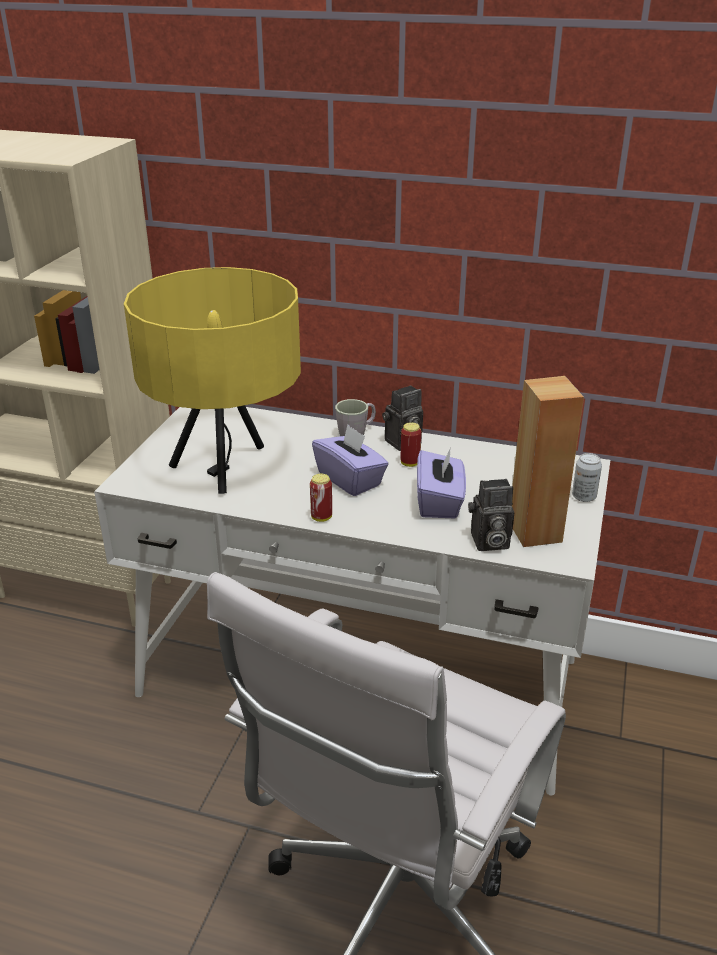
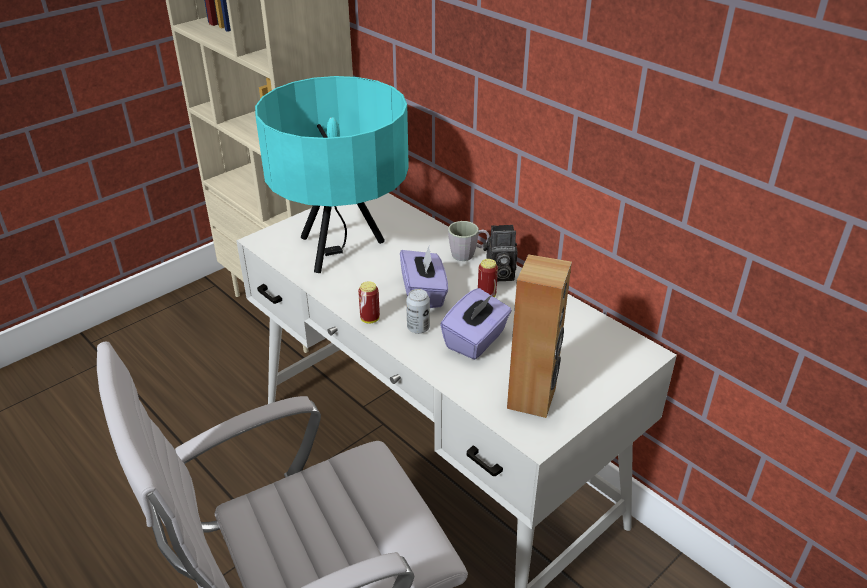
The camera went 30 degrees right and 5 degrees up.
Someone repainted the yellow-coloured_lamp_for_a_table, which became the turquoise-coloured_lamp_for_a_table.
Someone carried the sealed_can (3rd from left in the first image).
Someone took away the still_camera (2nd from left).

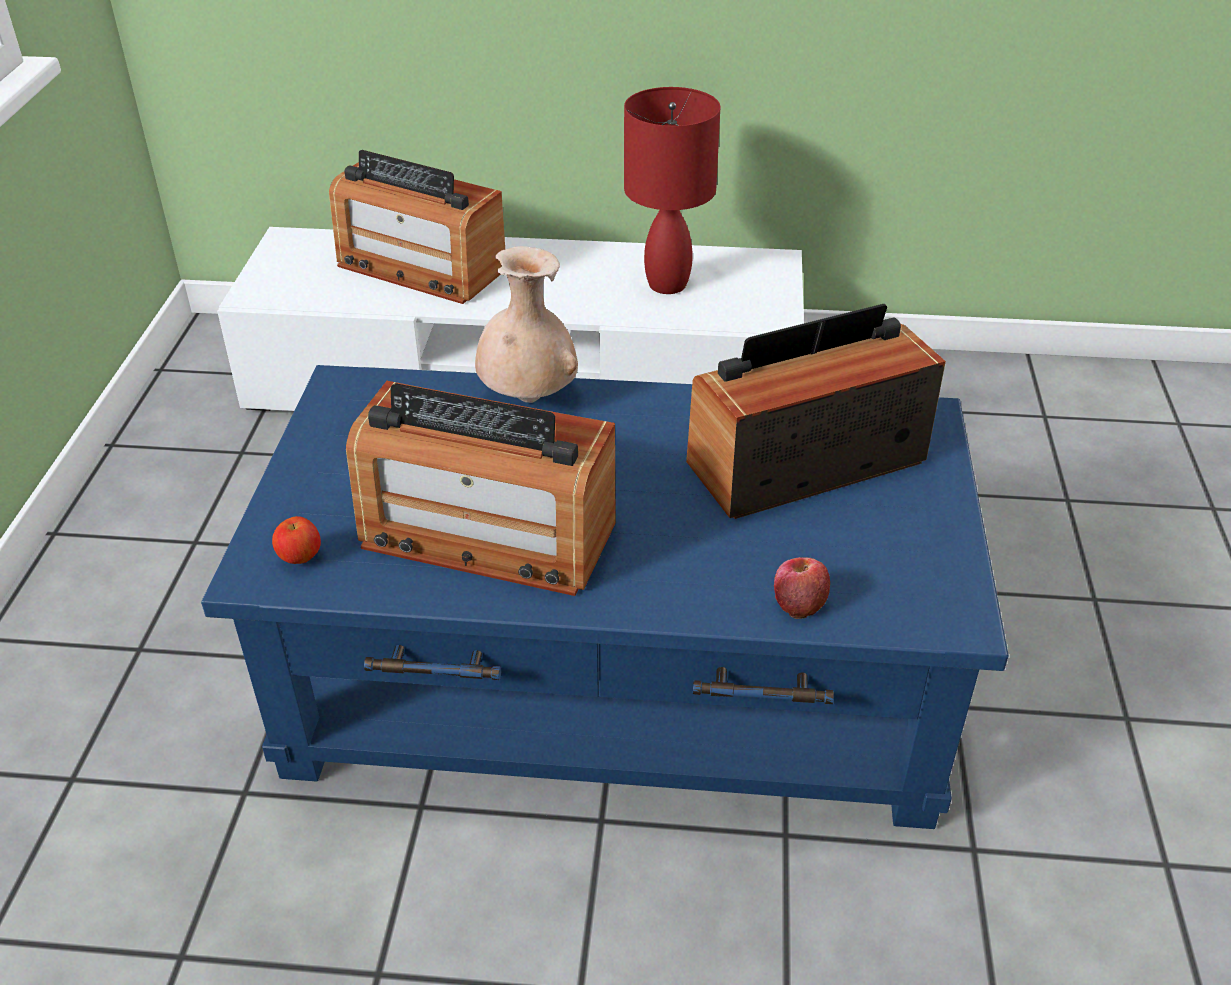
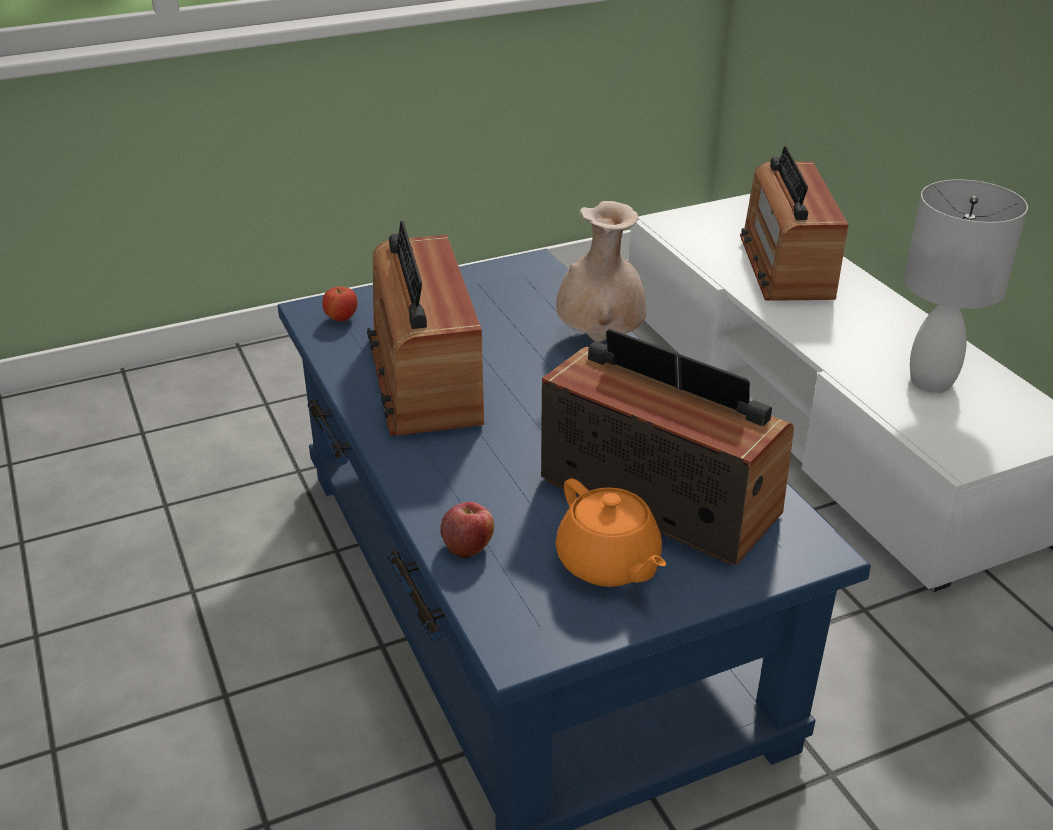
The camera went 60 degrees right and 5 degrees down.
Someone repainted the red-coloured_lamp_for_a_table, which became the white_lamp_for_a_table.
Someone put down the orange_pot_for_tea.

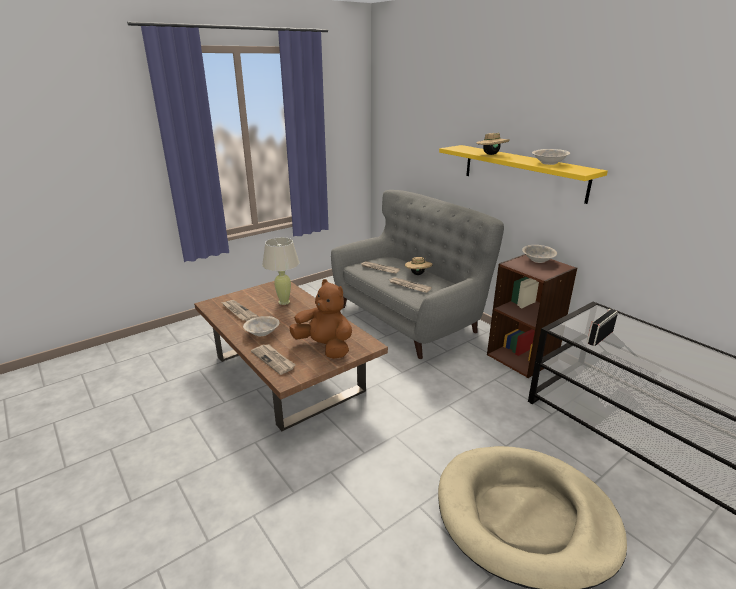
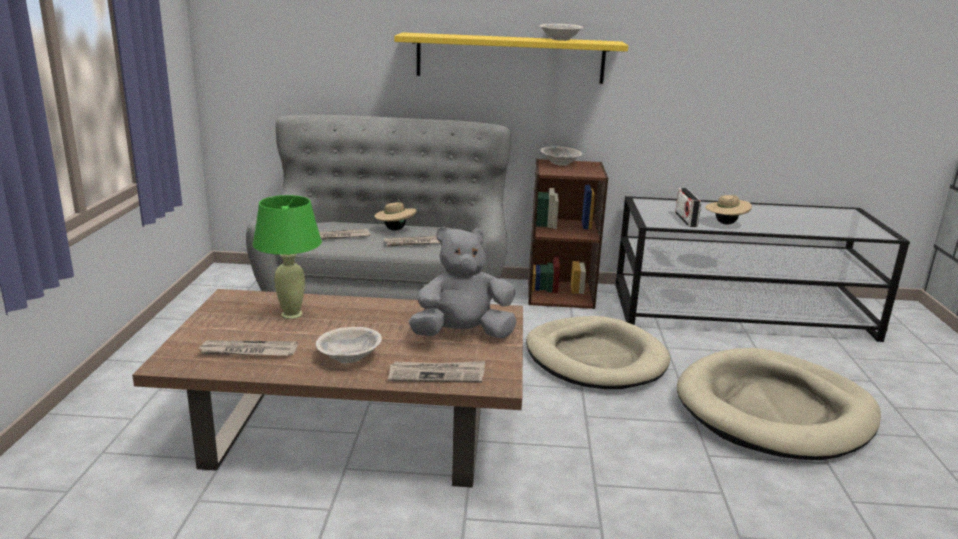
The camera went 50 degrees left and 5 degrees down.
Someone carried the beige_hat (2nd from left).
Someone repainted the beige_lamp_for_a_table, which became the greenish_lamp_for_a_table.
Someone repainted the brownish_plush_toy, which became the gray_plush_toy.
Someone put down the beige_dog_bed (1st from left).

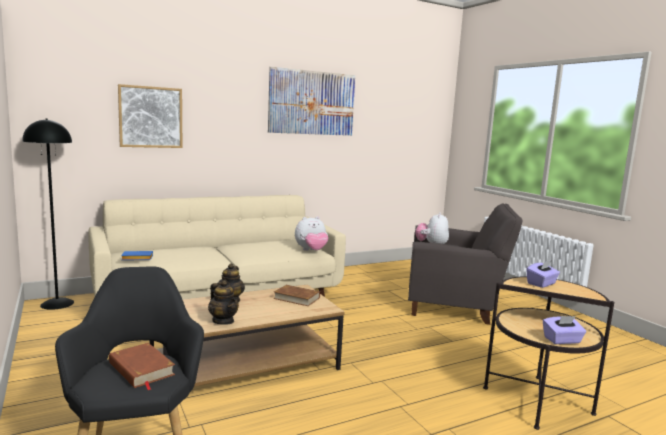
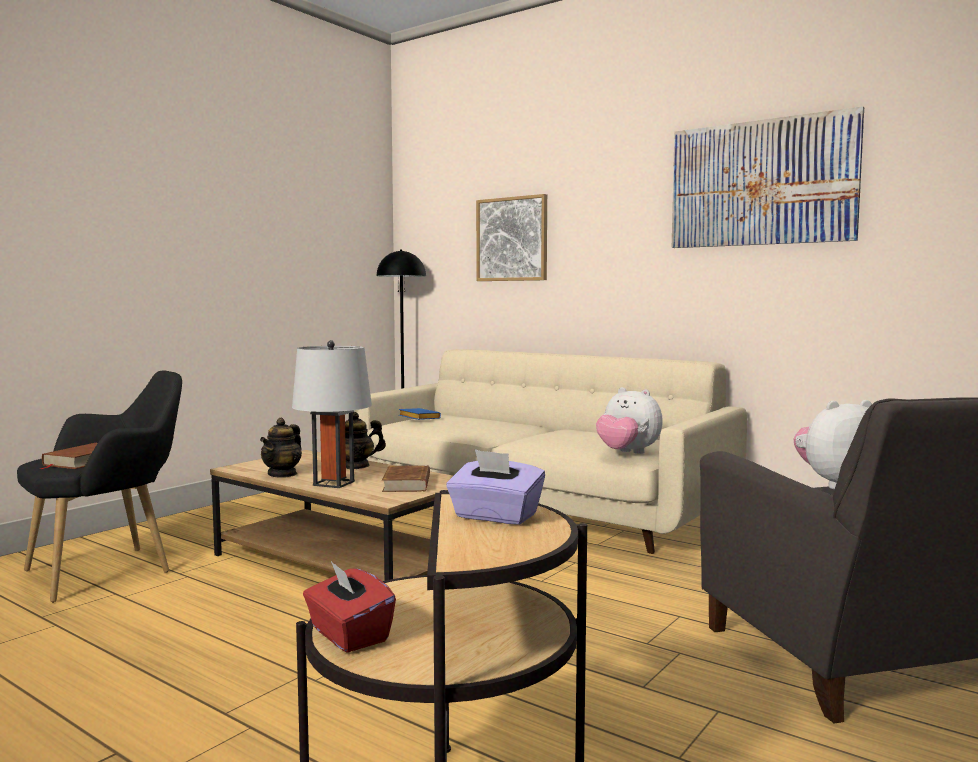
The camera went 65 degrees right and 5 degrees down.
Someone repainted the purple-coloured_tissue_holder (2nd from left), which became the red-coloured_tissue_holder.
Someone put down the gray_lamp_for_a_table.

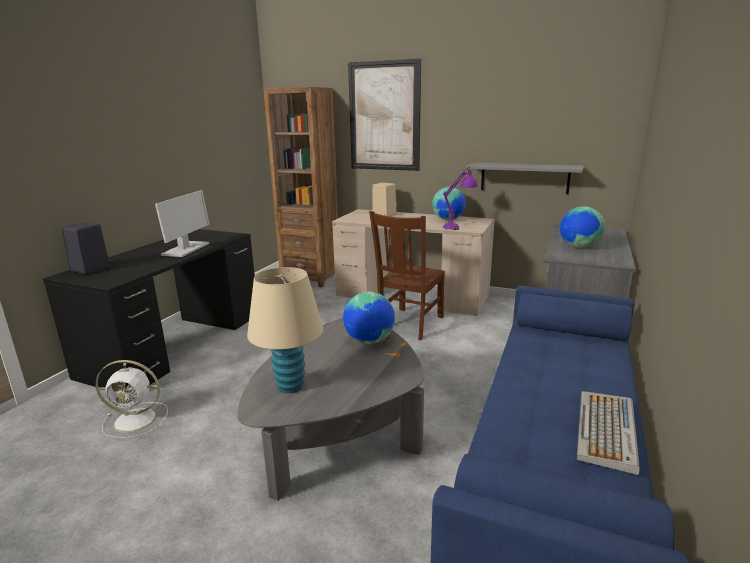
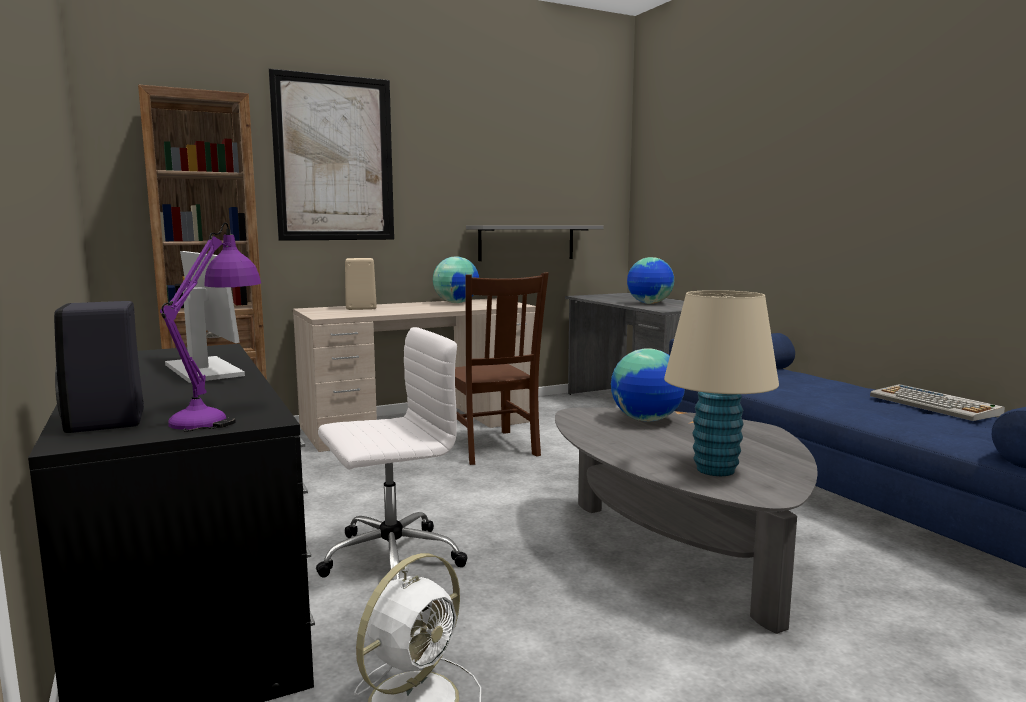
The camera went 50 degrees left and 10 degrees down.
Someone carried the purple-coloured_lamp_for_a_table.
Someone put down the white_computer_chair.

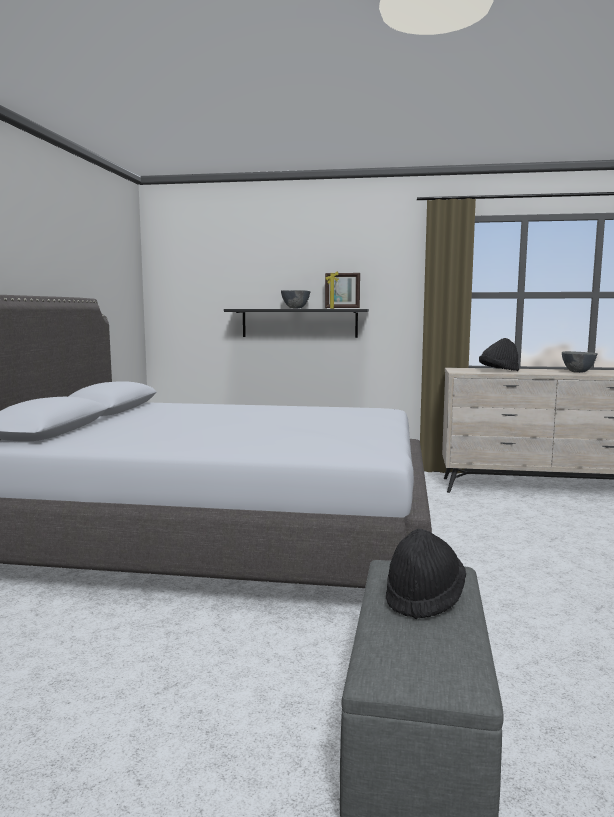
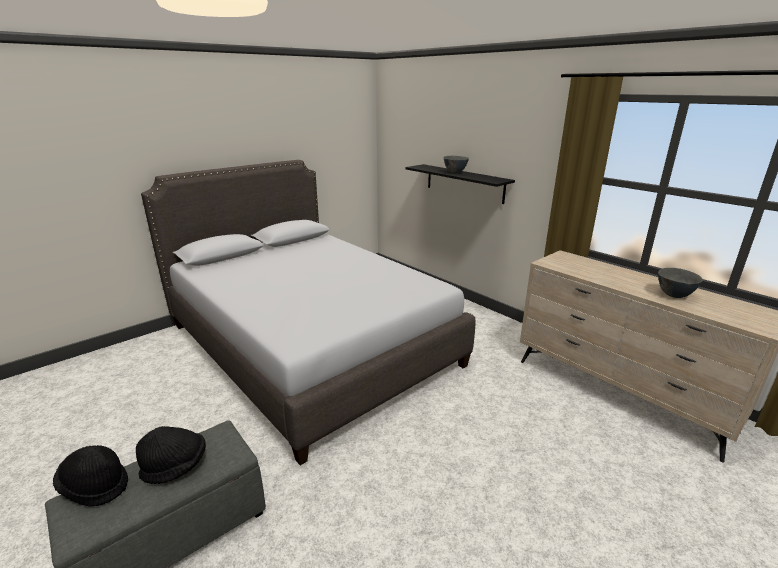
The camera went 40 degrees right and 15 degrees up.
Someone took away the standing_frame.
Someone carried the blackish_hat (2nd from left in the first image).

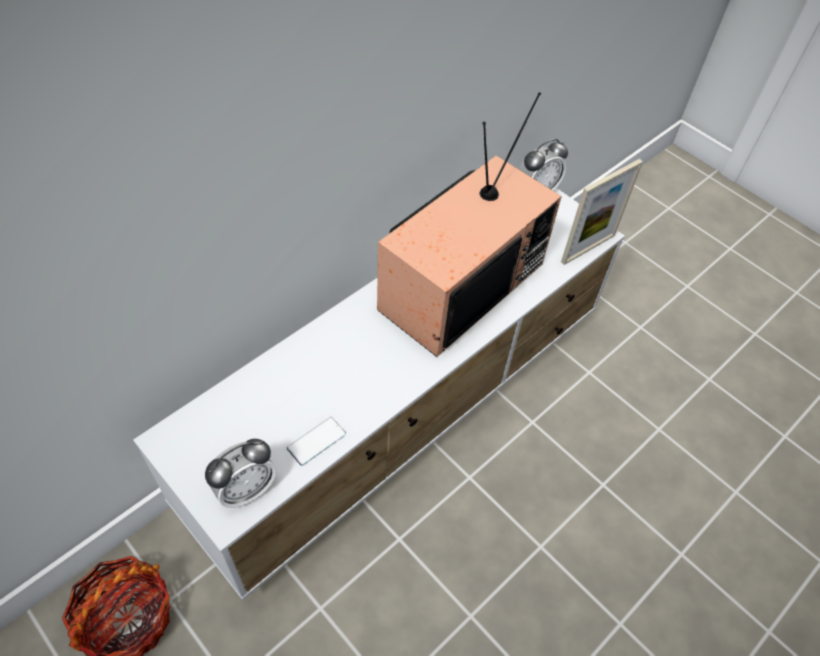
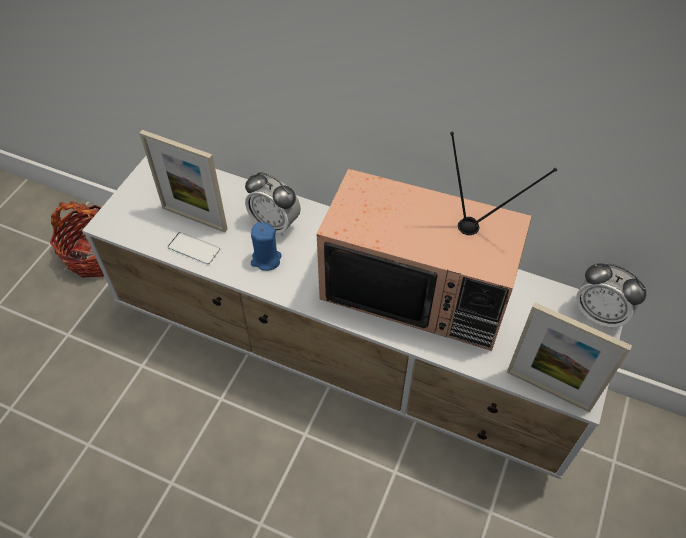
The camera went 70 degrees right and 0 degrees up.
Someone carried the table_clock (1st from left).
Someone put down the standing_frame (1st from left).
Someone put down the blue_candle.

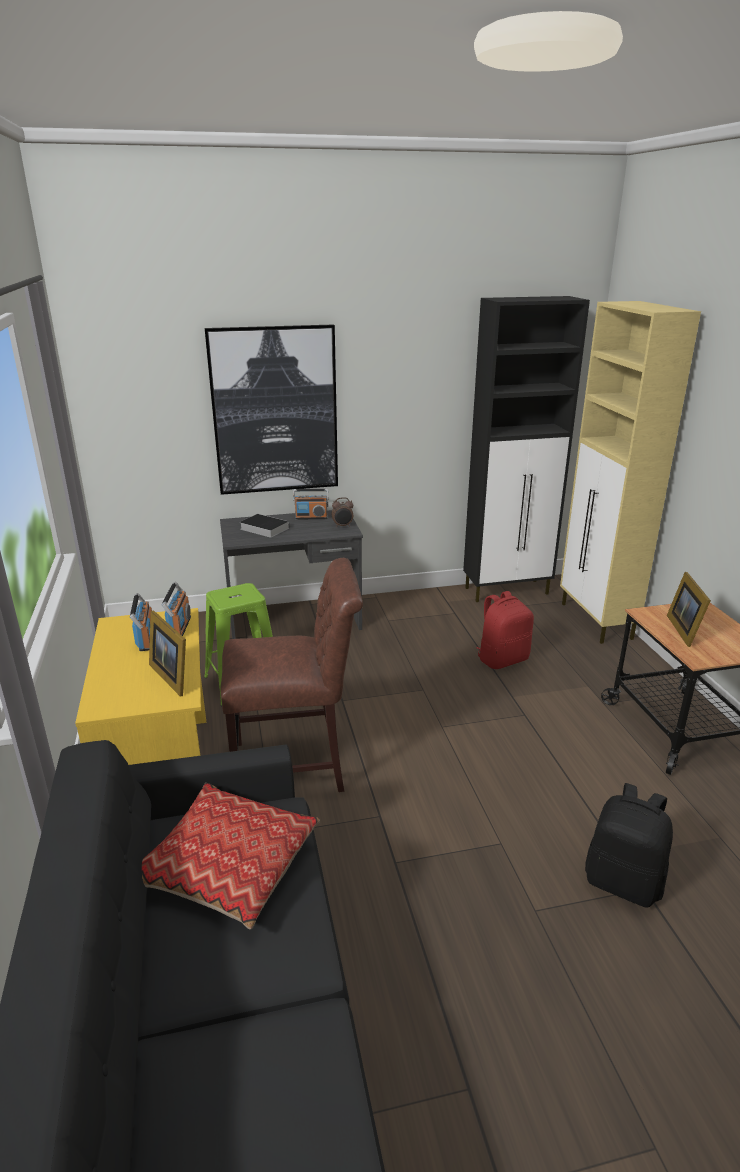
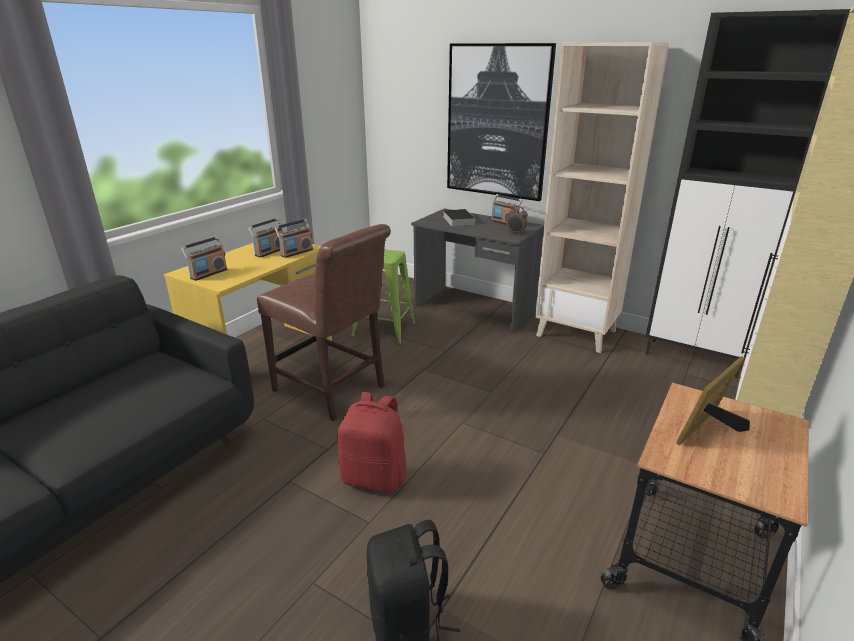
The camera went 45 degrees right and 0 degrees up.
Someone carried the red-coloured_rucksack.
Someone took away the standing_frame (1st from left).
Someone took away the pillow.
Someone put down the beige_bookcase.
Someone put down the radio_set (1st from left).

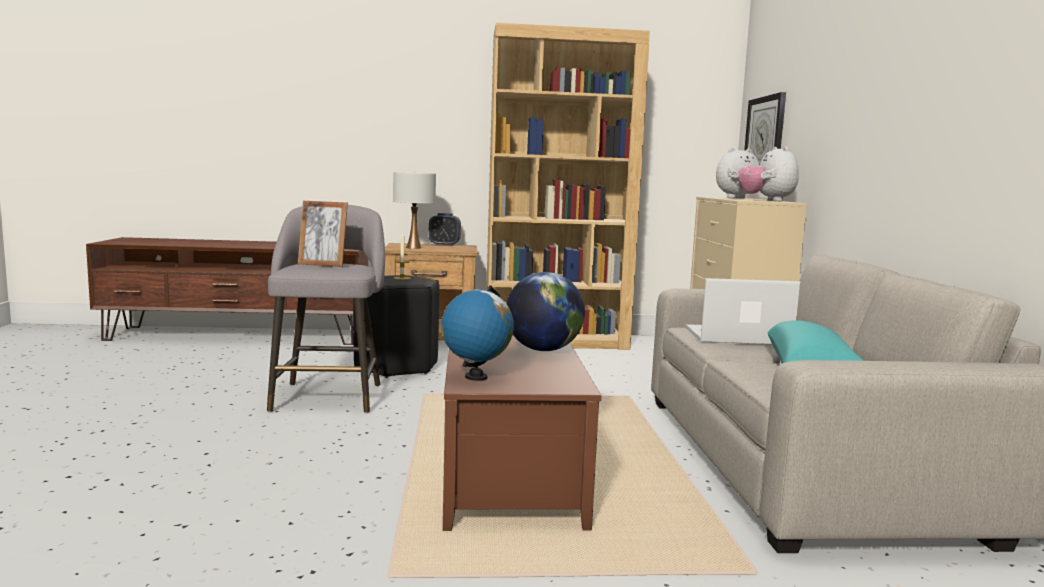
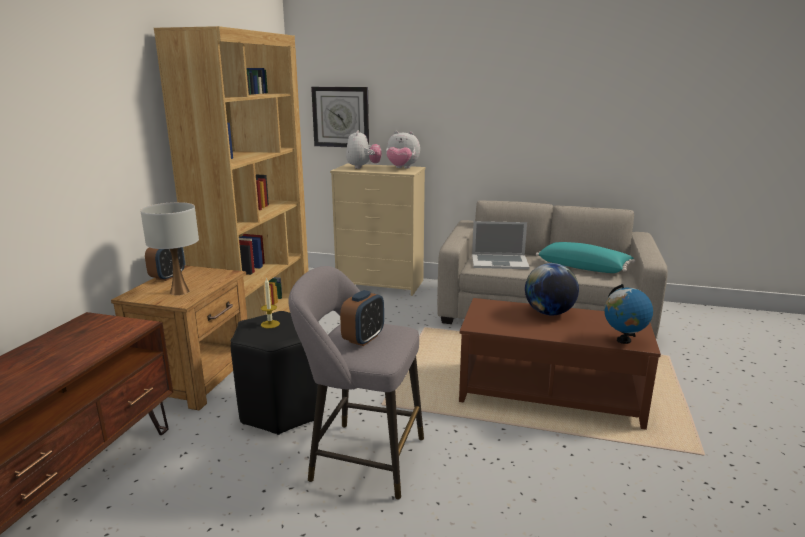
The camera went 70 degrees left and 10 degrees up.
Someone swapped the standing_frame for the table_clock (2nd from left).
Someone rotated the notebook_computer by 105 degrees counterclockwise.

